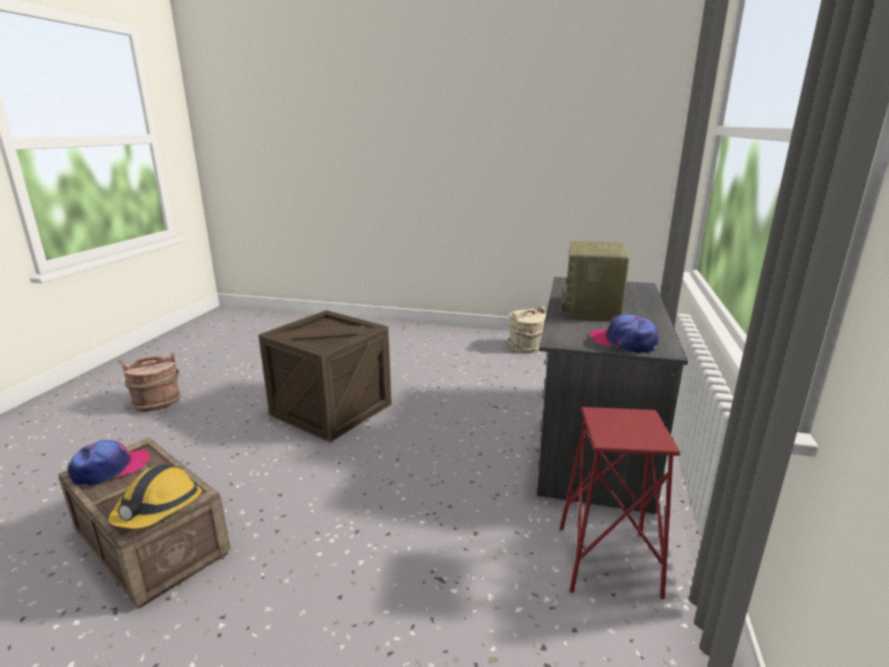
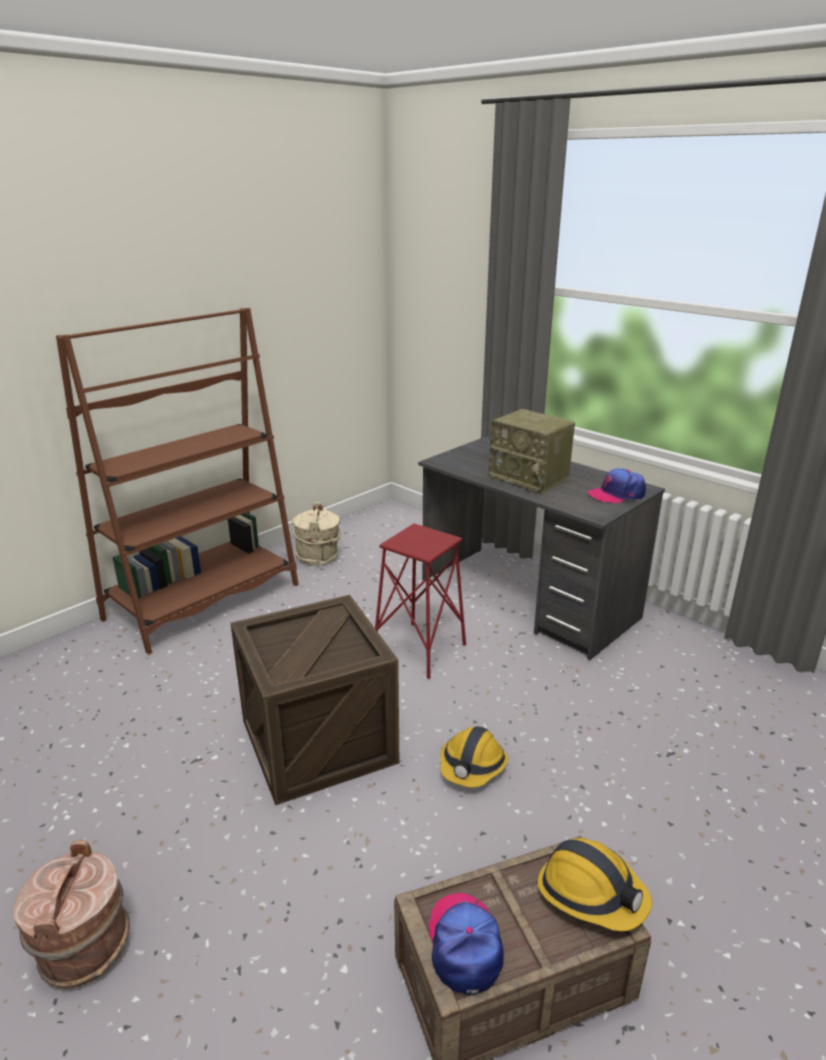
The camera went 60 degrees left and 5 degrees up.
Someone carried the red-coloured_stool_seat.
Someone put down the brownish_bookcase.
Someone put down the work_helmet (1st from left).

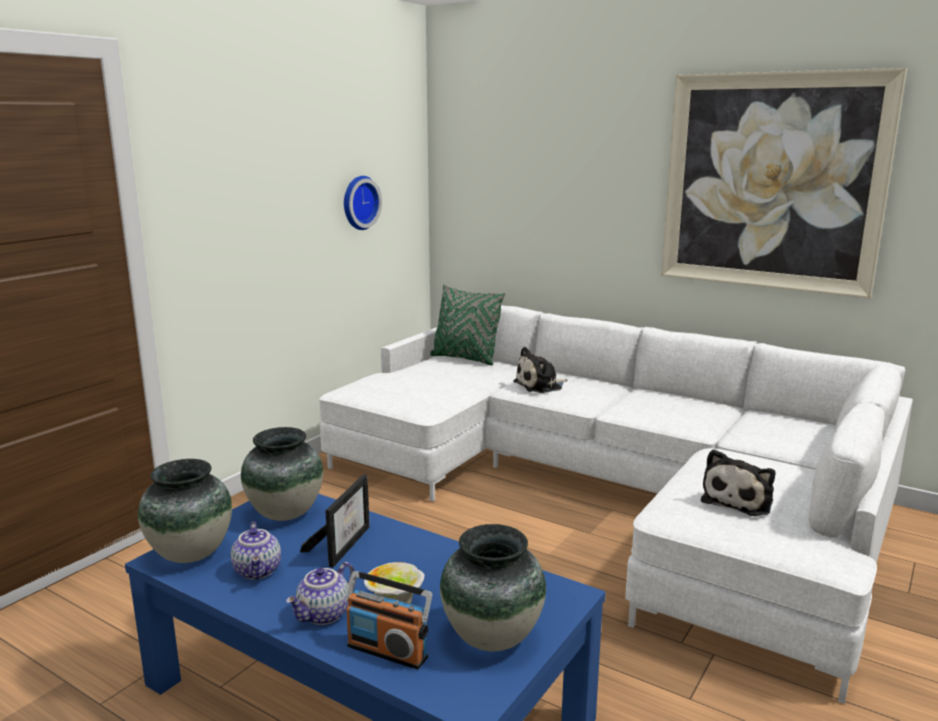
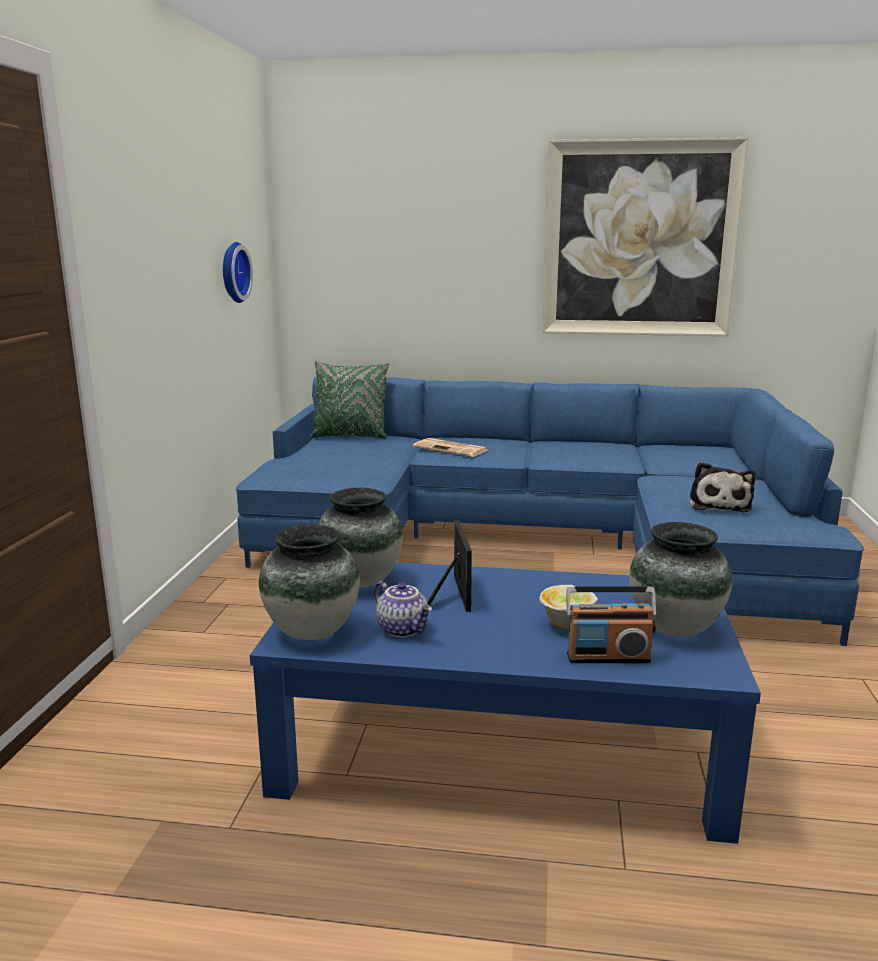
The camera went 25 degrees left and 0 degrees up.
Someone repainted the white_couch, which became the blue_couch.
Someone swapped the plush_toy (1st from left) for the printed_paper.
Someone took away the pot_for_tea (2nd from left).

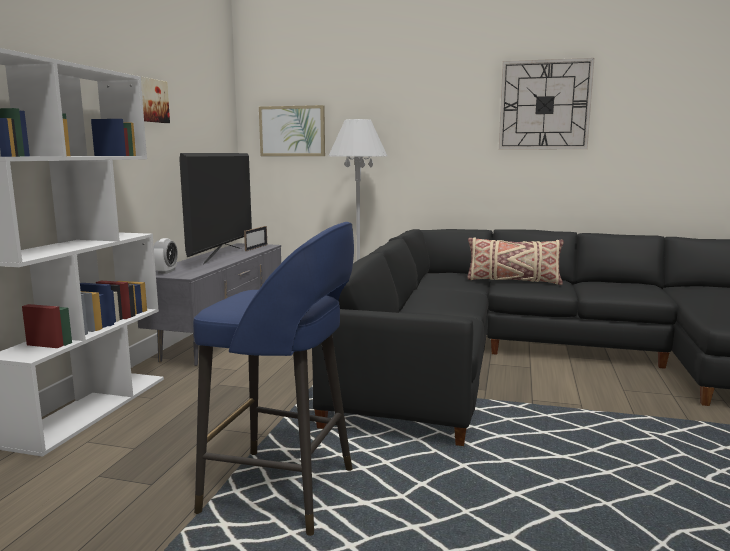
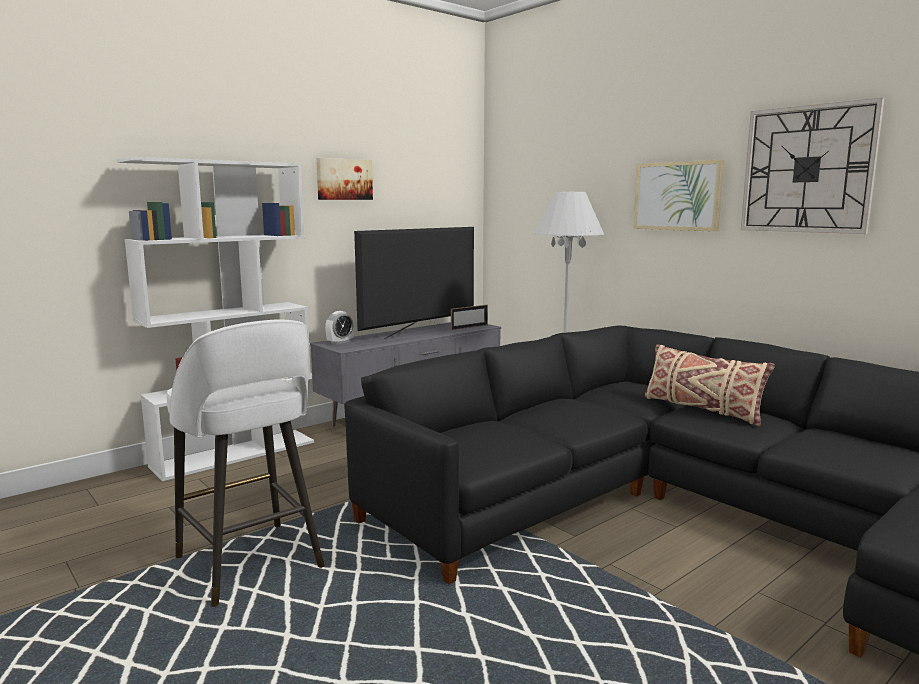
The camera went 35 degrees right and 0 degrees up.
Someone carried the wall_art (2nd from left).
Someone repainted the blue_stool_seat, which became the white_stool_seat.

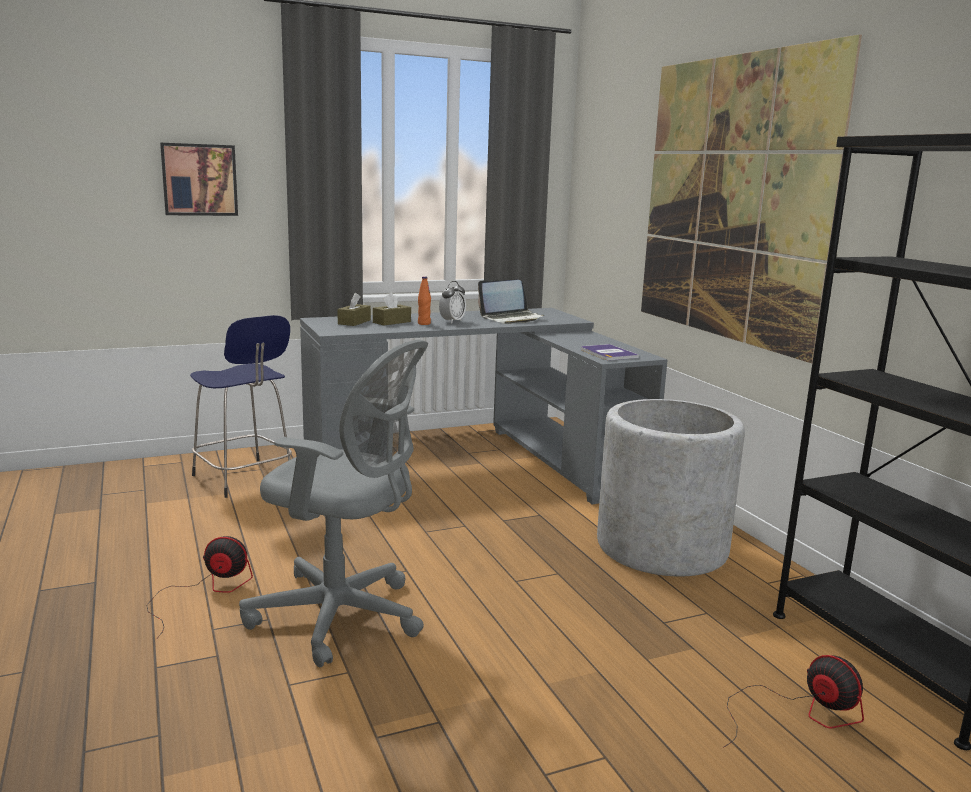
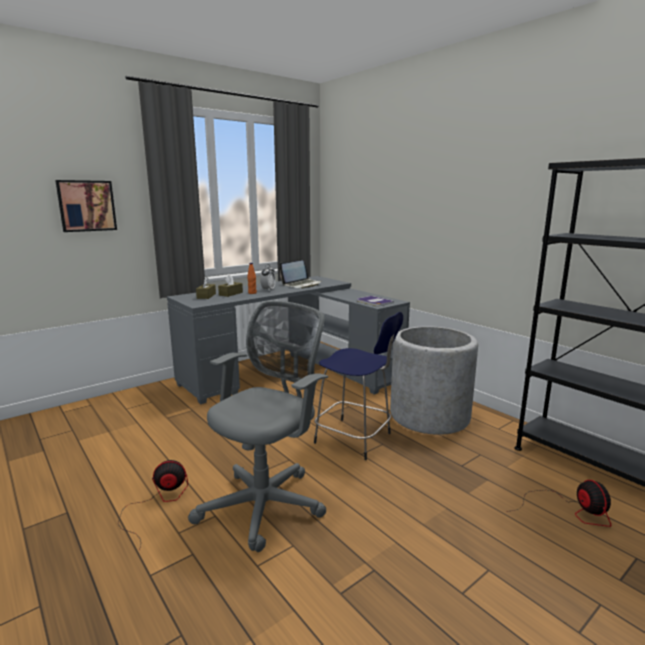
The camera went 15 degrees left and 0 degrees up.
Someone took away the wall_art (2nd from left).
Someone carried the blue_stool_seat.
Someone rotated the gray_computer_chair by 60 degrees counterclockwise.
Someone rotated the cooling_fan (2nd from left) by 45 degrees clockwise.

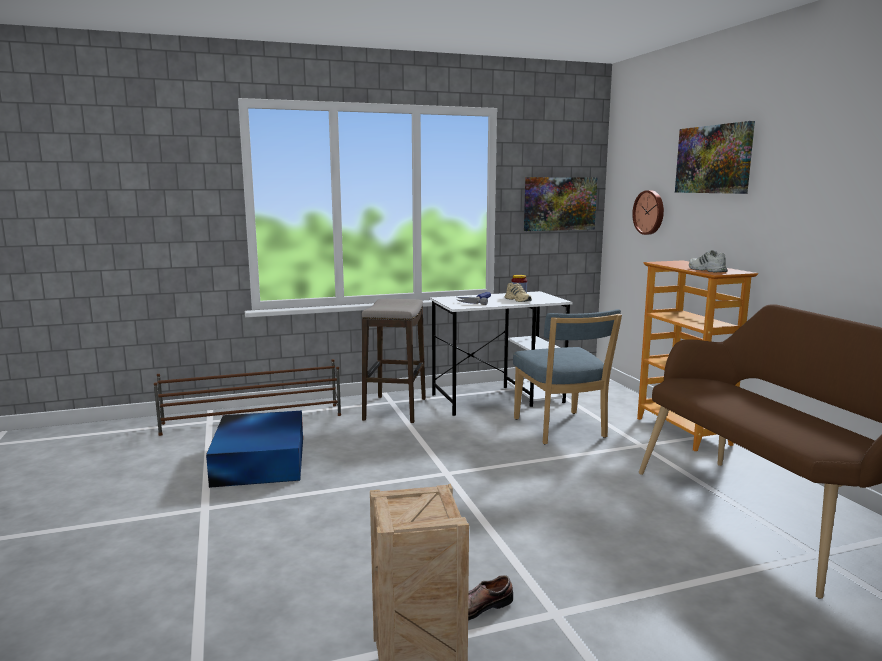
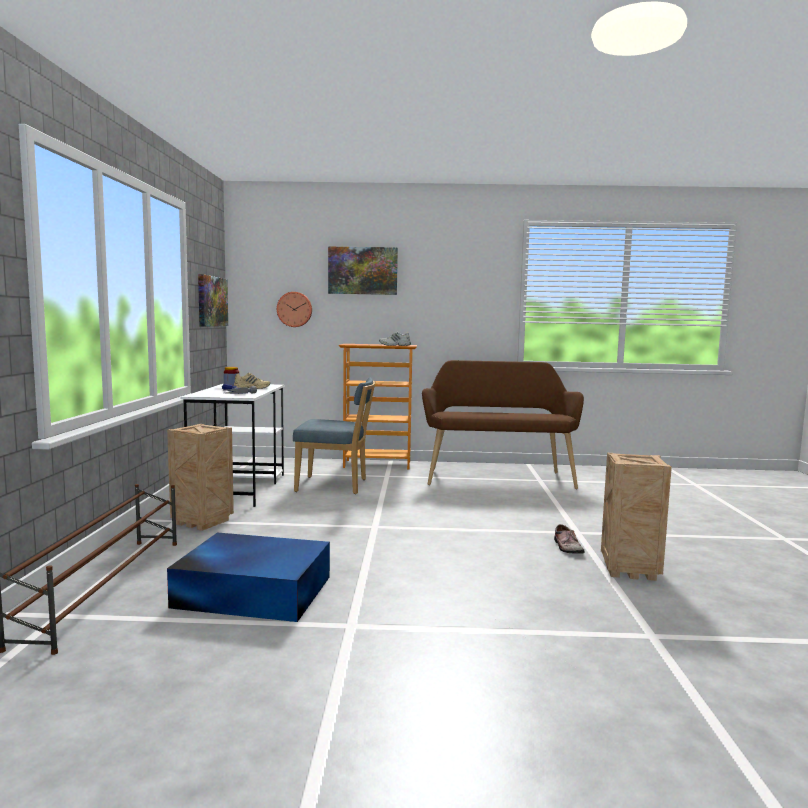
The camera went 70 degrees left and 5 degrees down.
Someone swapped the stool_seat for the crate (1st from left).

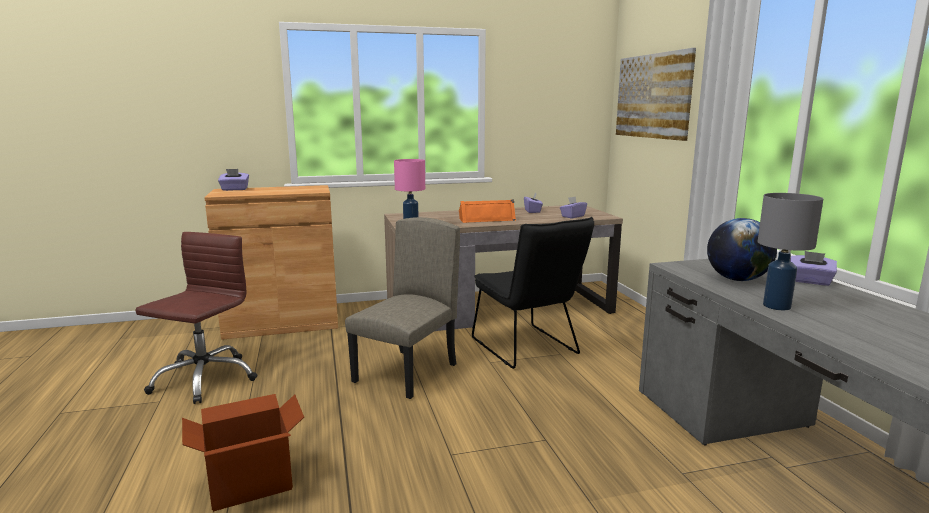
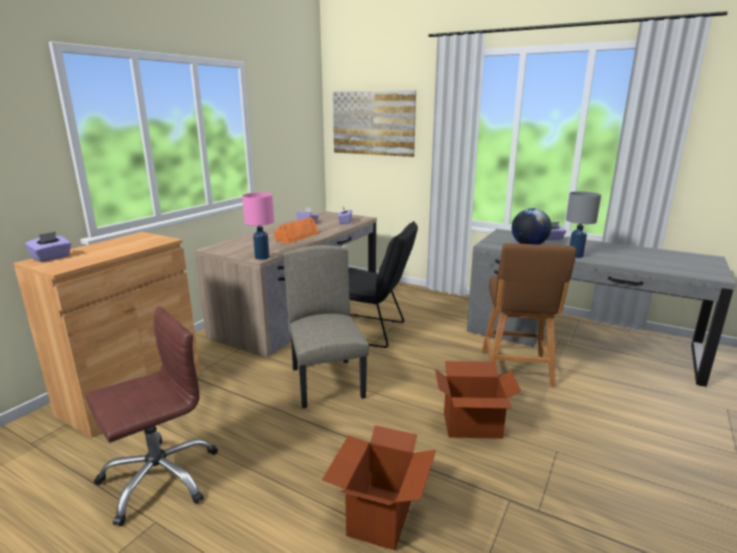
The camera went 45 degrees left and 5 degrees up.
Someone rotated the brownish_computer_chair by 75 degrees clockwise.
Someone put down the brownish_stool_seat.
Someone put down the packing_box (2nd from left).

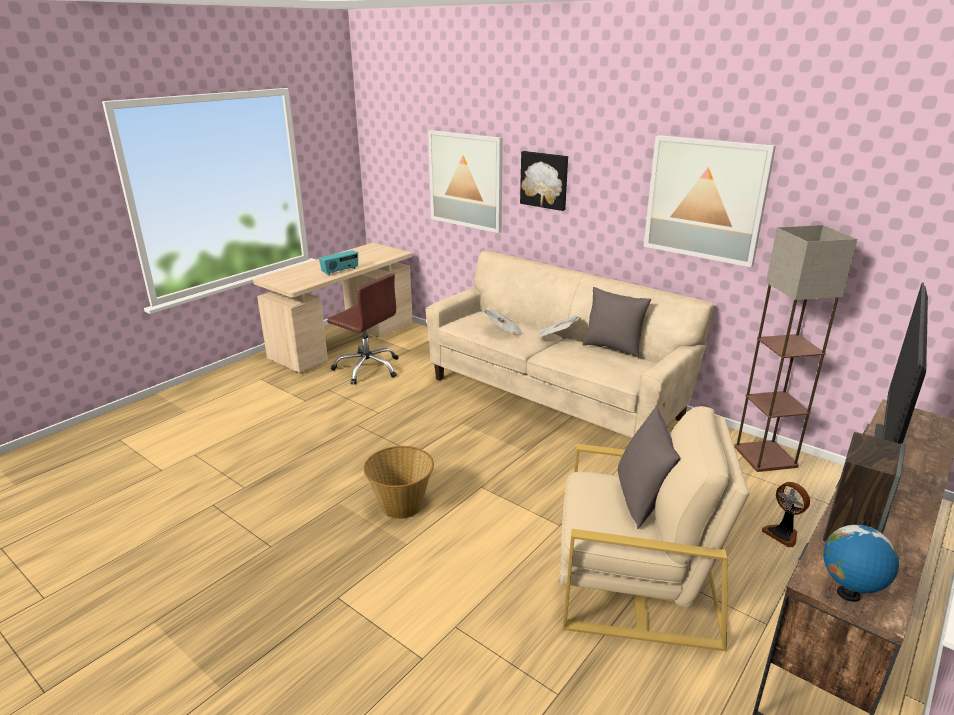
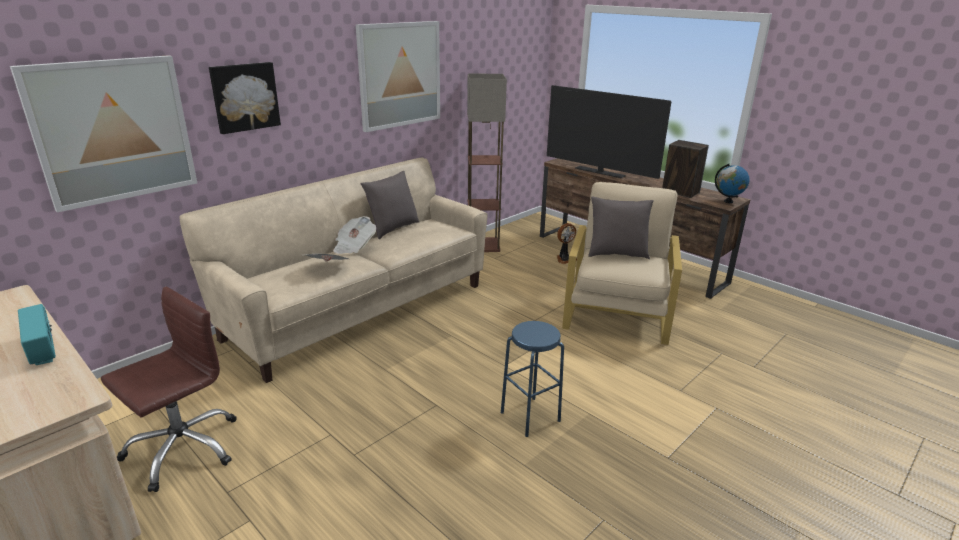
The camera went 85 degrees left and 0 degrees up.
Someone swapped the basket for the blue_stool_seat.

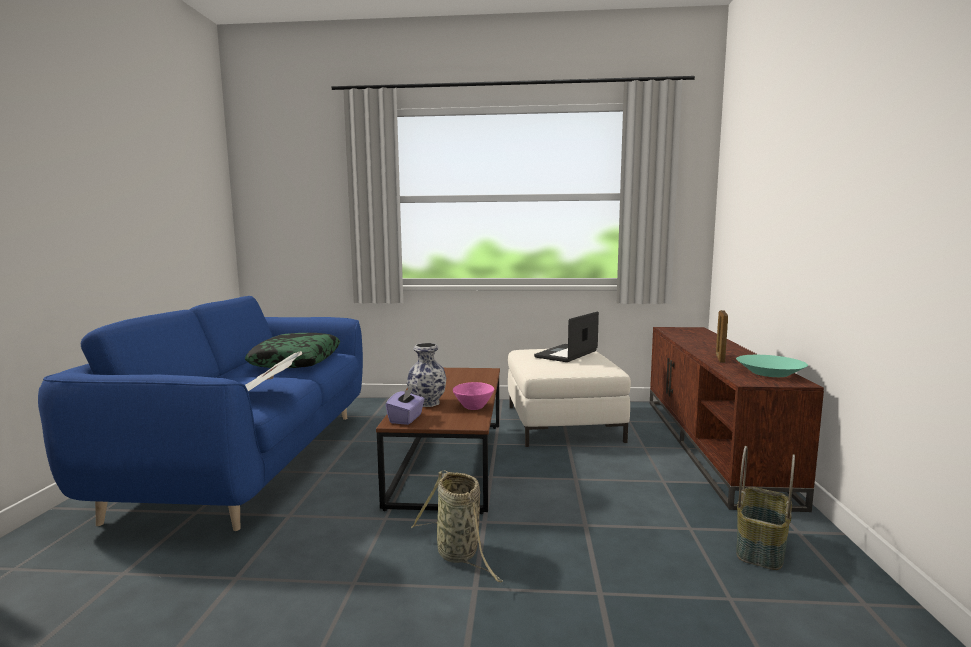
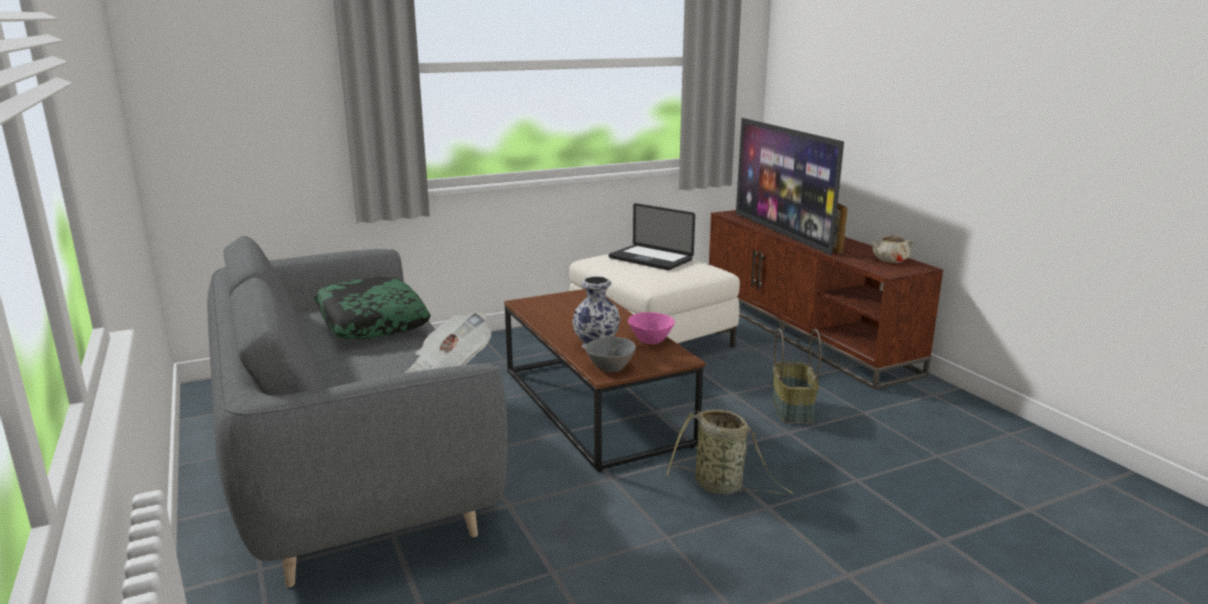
The camera went 30 degrees left and 10 degrees up.
Someone repainted the blue_couch, which became the gray_couch.
Someone rotated the notebook_computer by 60 degrees counterclockwise.
Someone swapped the turquoise-coloured_bowl for the beige_pot_for_tea.
Someone swapped the purple-coloured_tissue_holder for the gray_bowl.
Someone carried the basket (2nd from left).
Someone put down the TV_set.

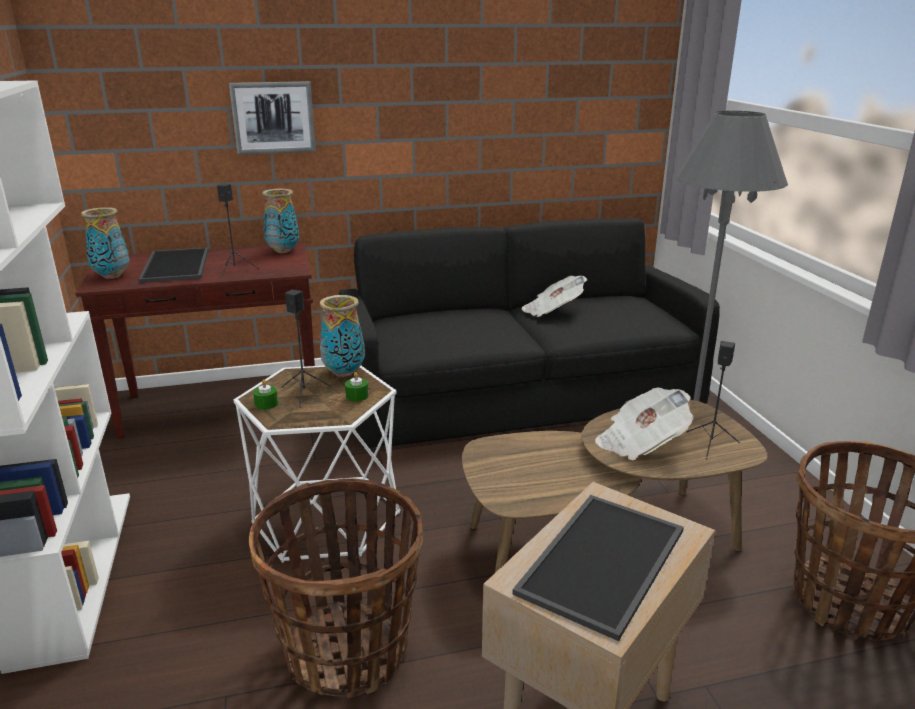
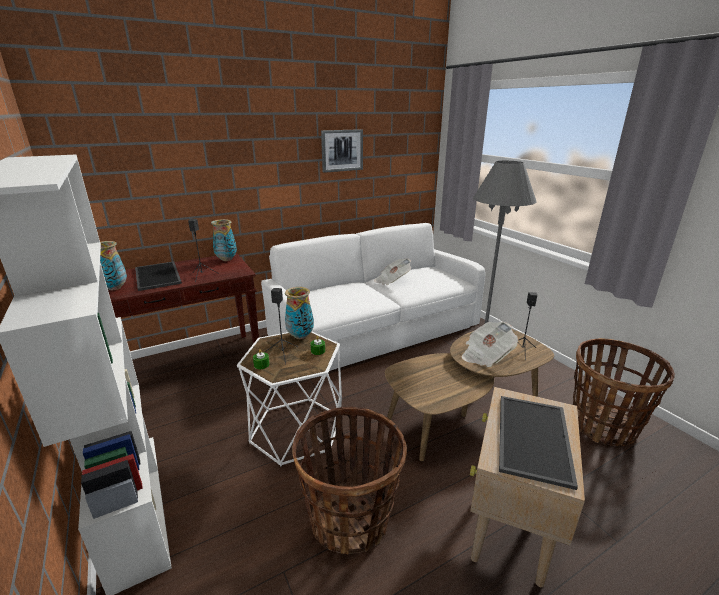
The camera went 15 degrees left and 0 degrees up.
Someone carried the wall_art.
Someone repainted the blackish_couch, which became the white_couch.

